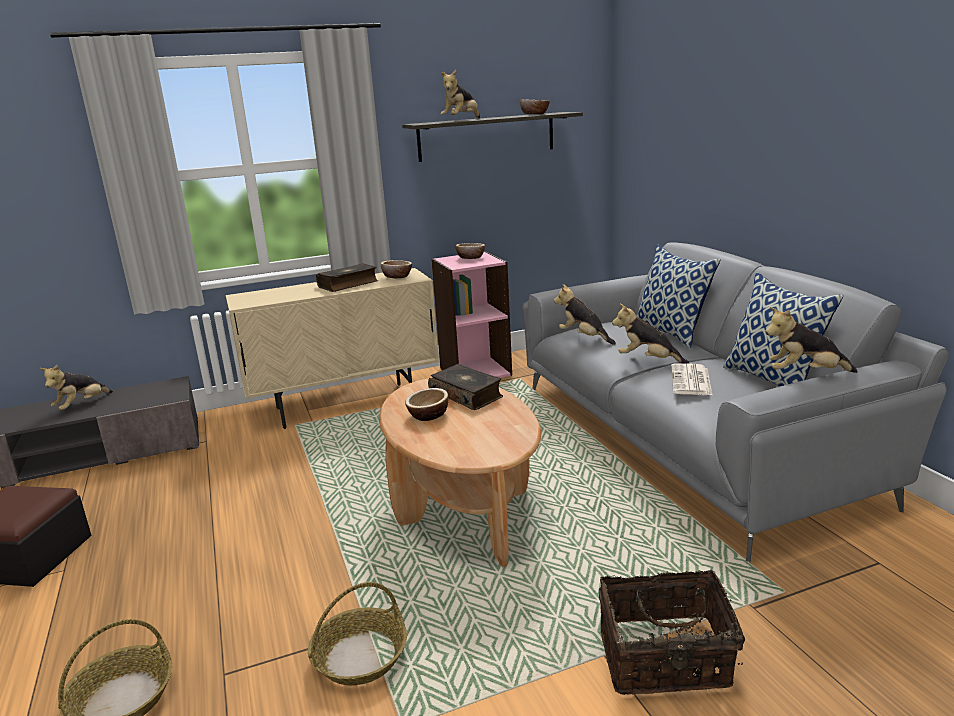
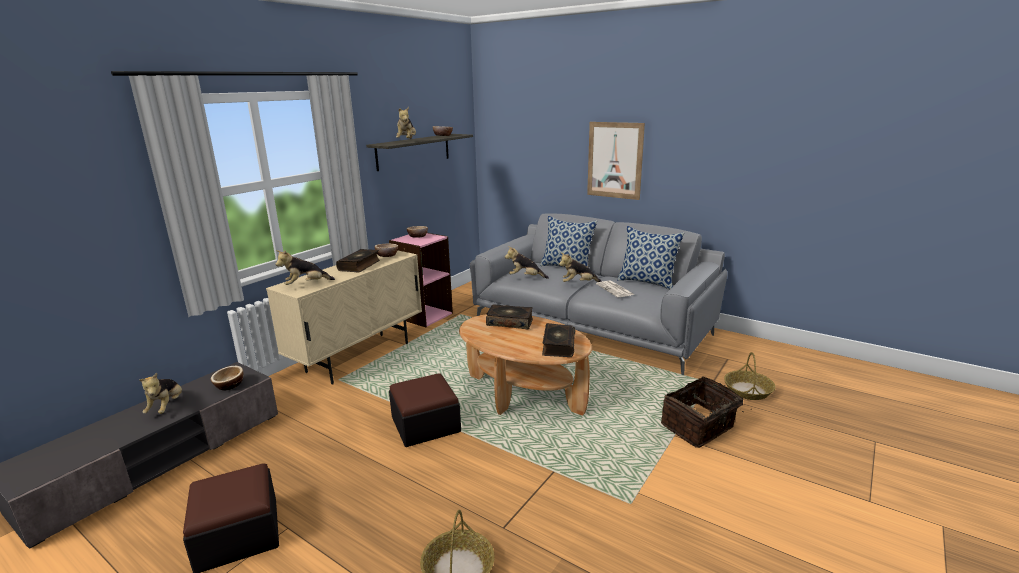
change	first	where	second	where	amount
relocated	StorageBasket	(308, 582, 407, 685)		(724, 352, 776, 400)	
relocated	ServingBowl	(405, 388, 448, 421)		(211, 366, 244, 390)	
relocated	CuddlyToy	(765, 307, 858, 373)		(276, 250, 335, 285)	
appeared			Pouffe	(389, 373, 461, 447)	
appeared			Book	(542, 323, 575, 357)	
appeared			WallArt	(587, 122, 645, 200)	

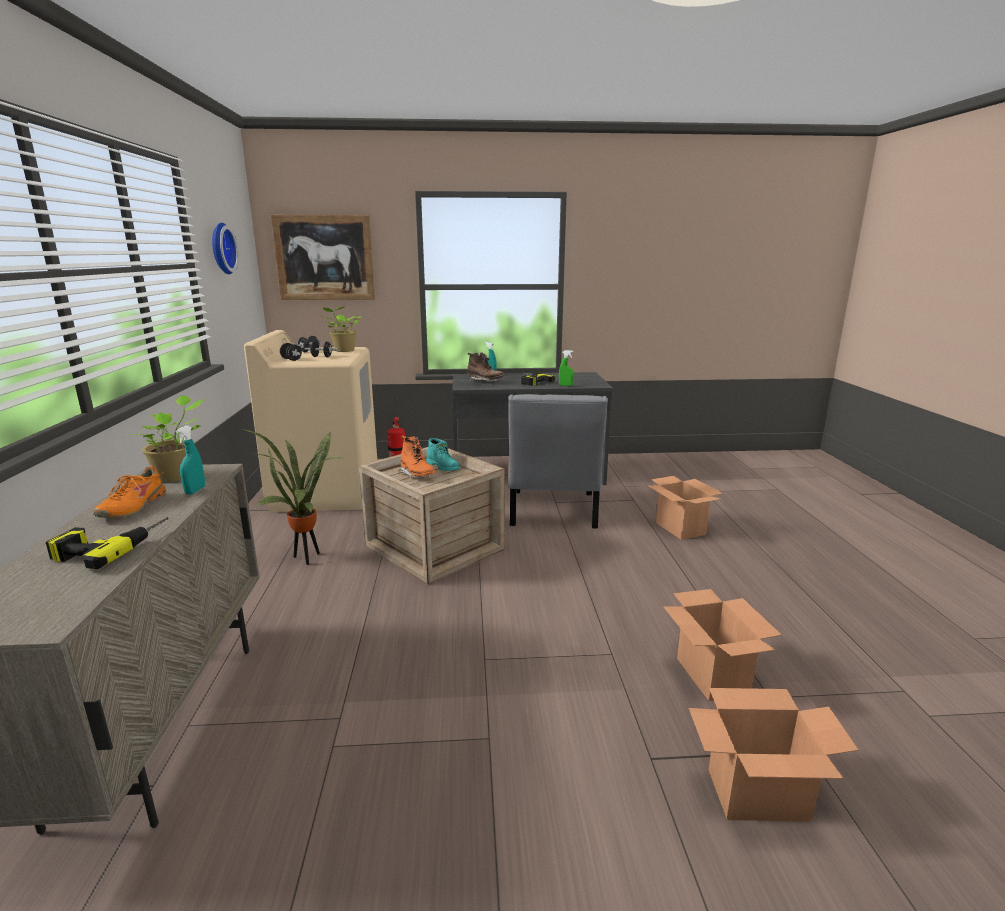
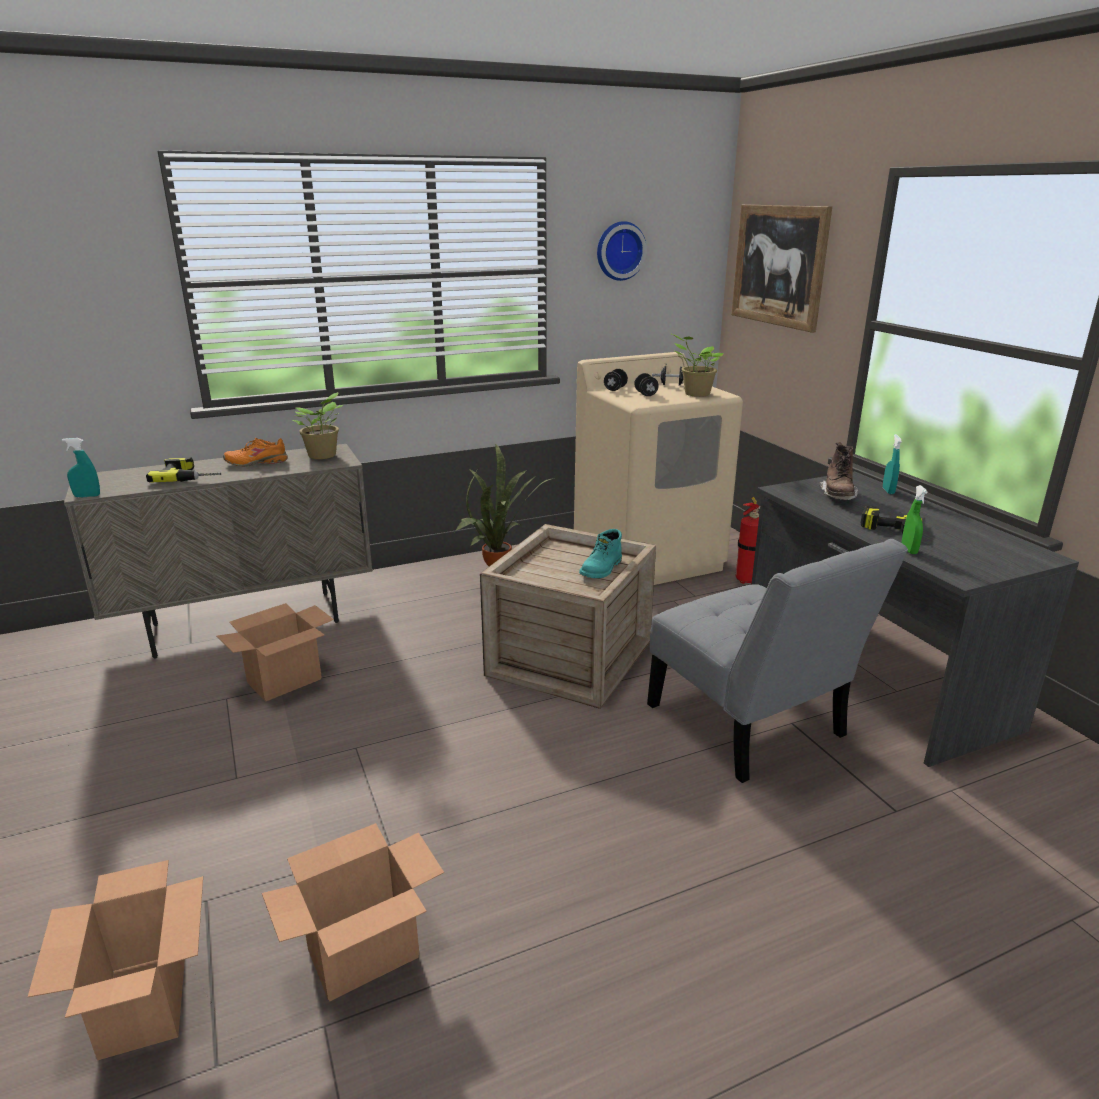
change	first	where	second	where	amount
relocated	TurquoiseColouredHandSprayer	(176, 426, 205, 495)		(62, 438, 100, 497)	
missing	OrangeBoot	(399, 435, 435, 478)			
spun	GrayPlainChair	(508, 394, 608, 529)		(647, 539, 908, 783)	105 degrees counterclockwise
relocated	CardboardBox	(648, 476, 723, 540)		(217, 603, 334, 701)	

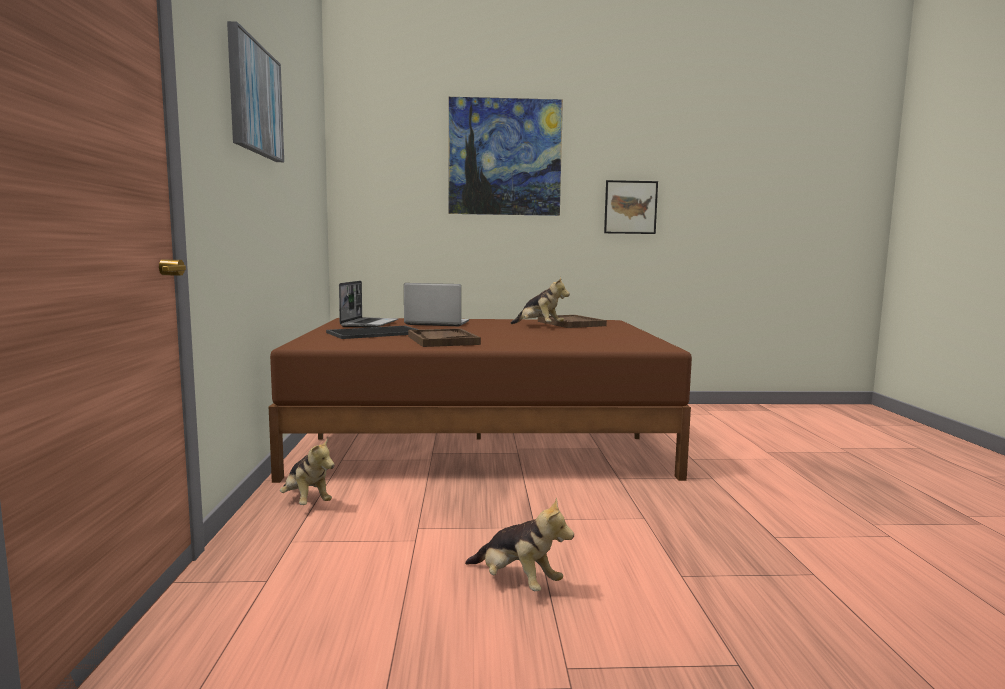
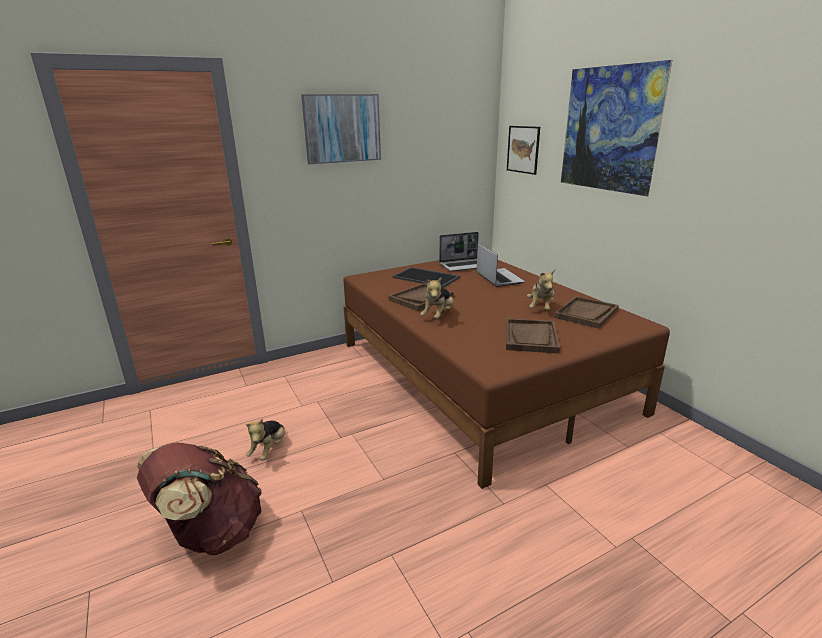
change	first	where	second	where	amount
relocated	CuddlyToy	(280, 438, 335, 505)		(420, 277, 454, 319)	
relocated	WallArt	(604, 180, 658, 234)		(507, 126, 540, 175)	
appeared			BrownColouredRucksack	(137, 442, 262, 555)	
appeared			BrownColouredTray	(506, 318, 560, 353)	

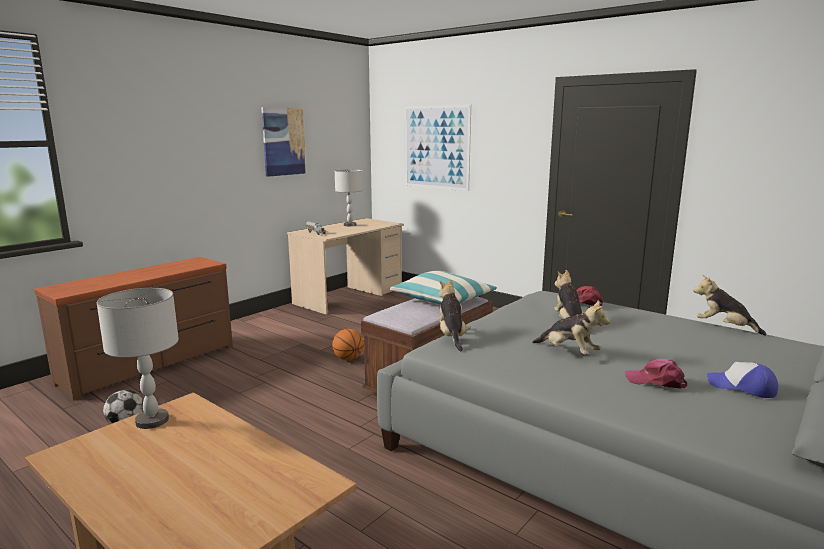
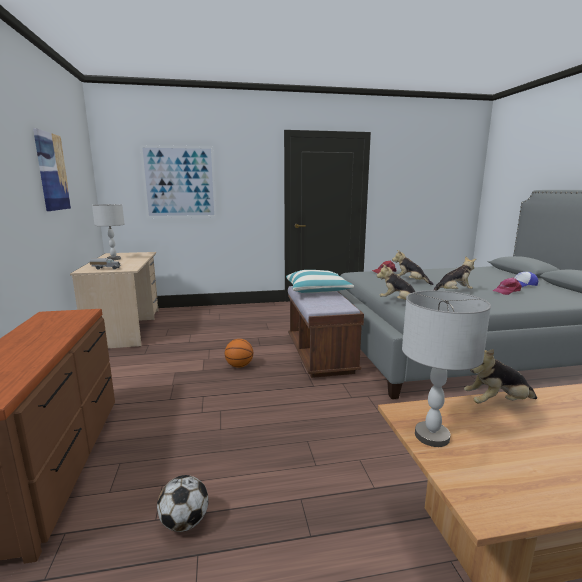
change	first	where	second	where	amount
relocated	CuddlyToy	(694, 275, 766, 336)		(464, 349, 537, 404)	

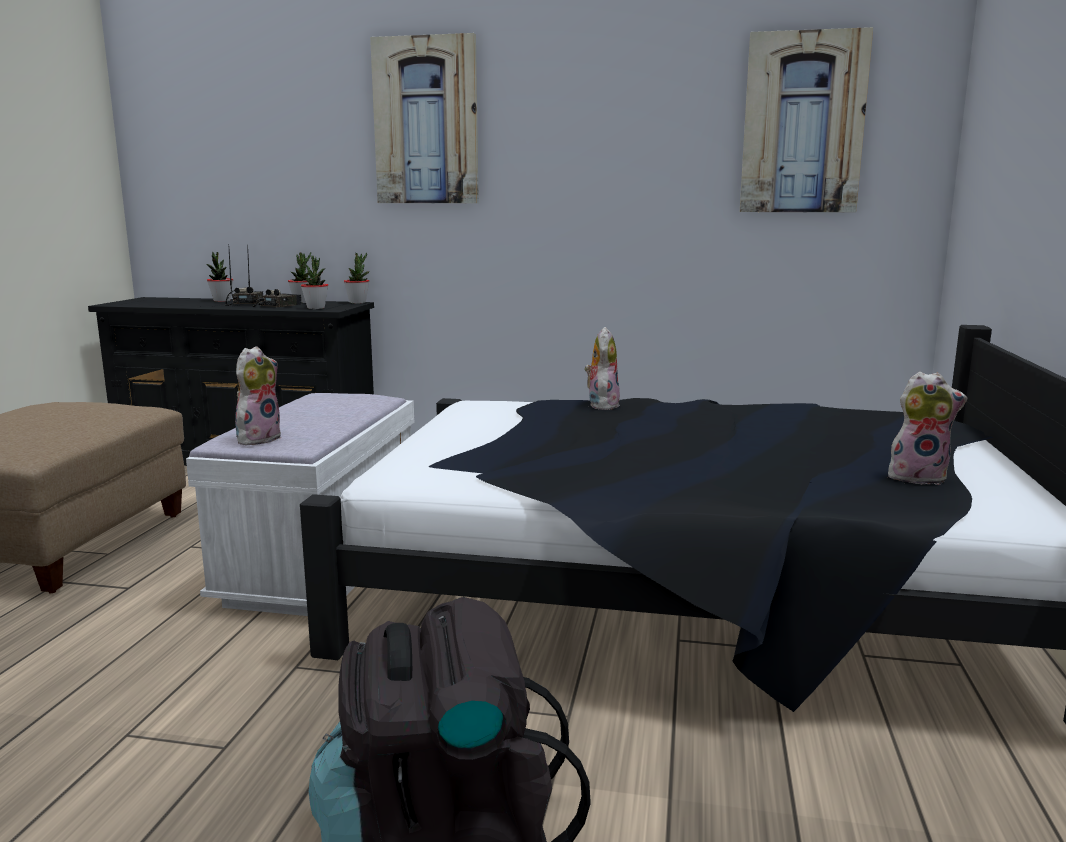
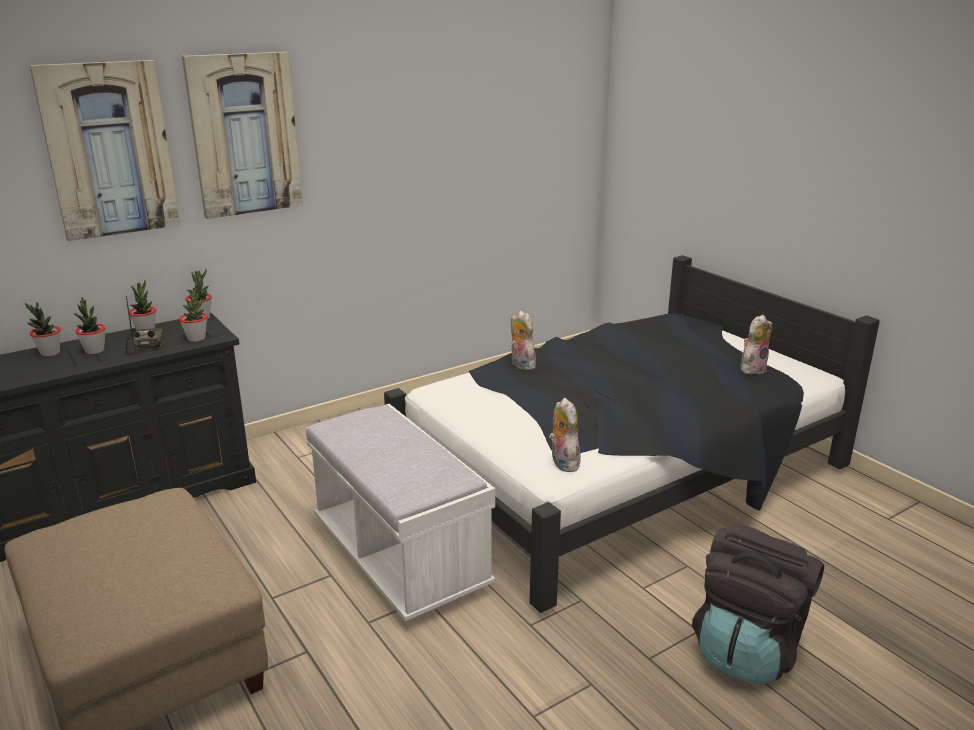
change	first	where	second	where	amount
exchanged	RadioReceiver	(225, 244, 263, 306)	PlantInAPot	(73, 297, 106, 354)	
relocated	CuddlyToy	(235, 346, 281, 445)		(549, 398, 581, 472)	
relocated	WallArt	(740, 27, 873, 212)		(29, 60, 180, 241)	

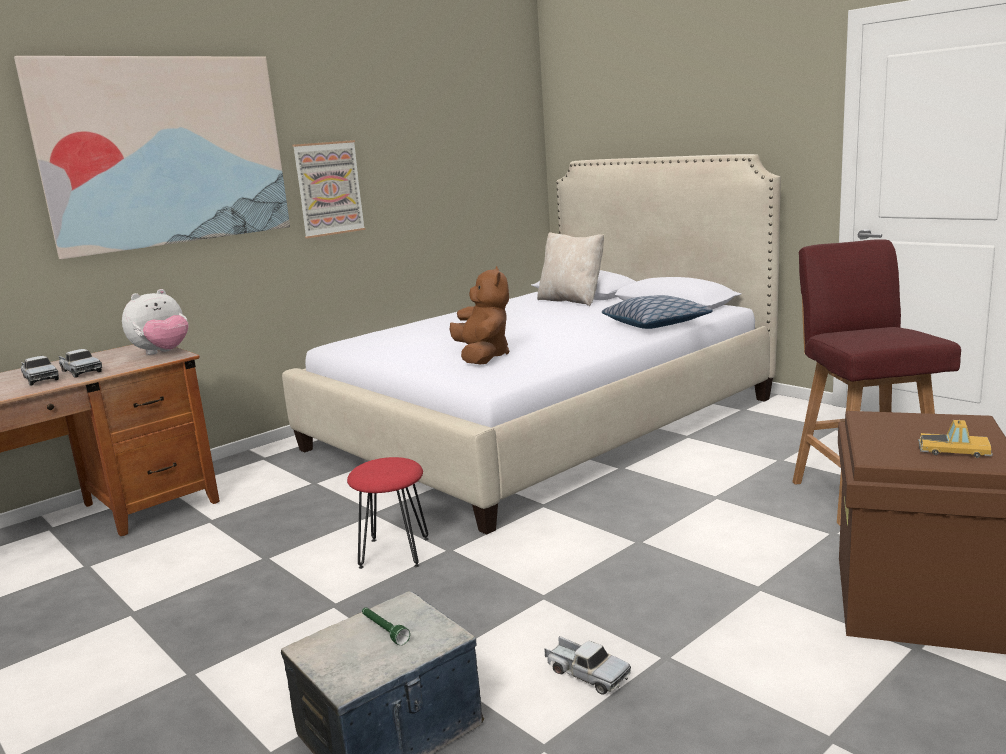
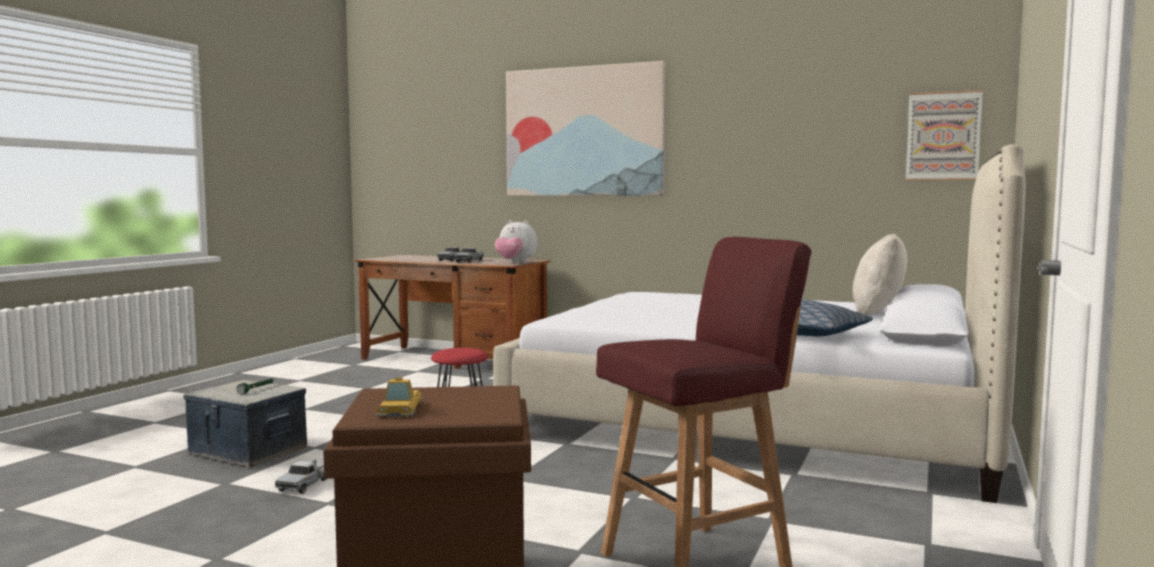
change	first	where	second	where	amount
relocated	WallArt	(293, 140, 365, 238)		(906, 90, 983, 181)	
missing	BrownColouredCuddlyToy	(450, 266, 510, 364)			

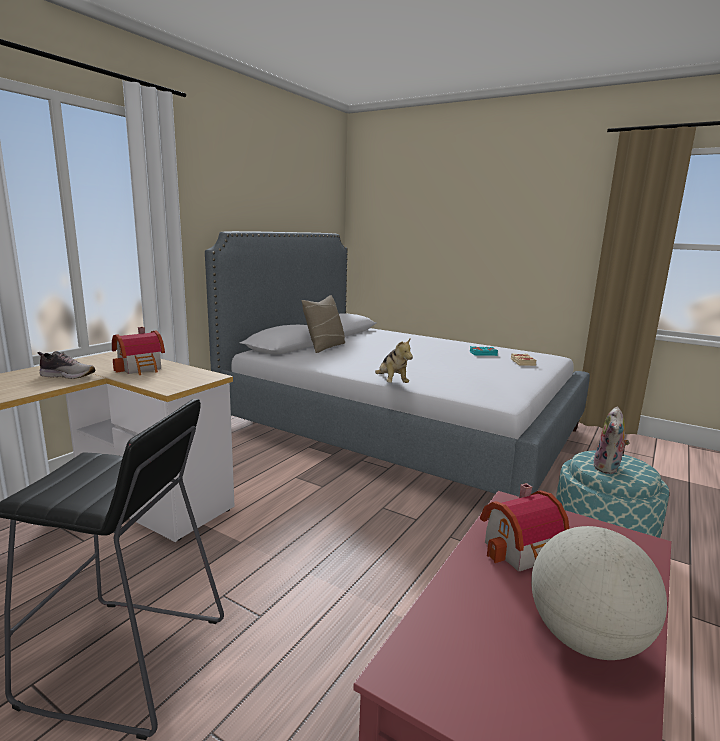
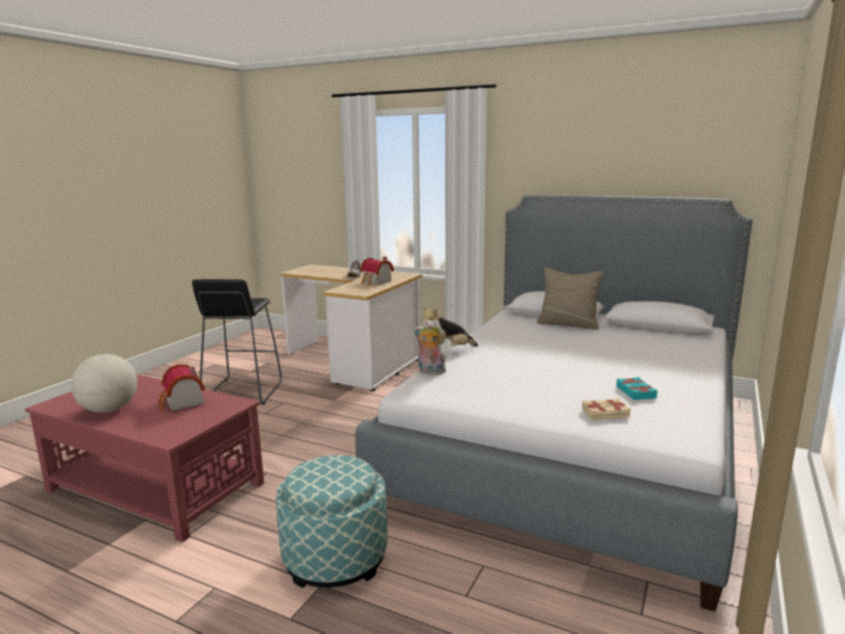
change	first	where	second	where	amount
relocated	CuddlyToy	(593, 407, 629, 474)		(414, 319, 446, 375)	

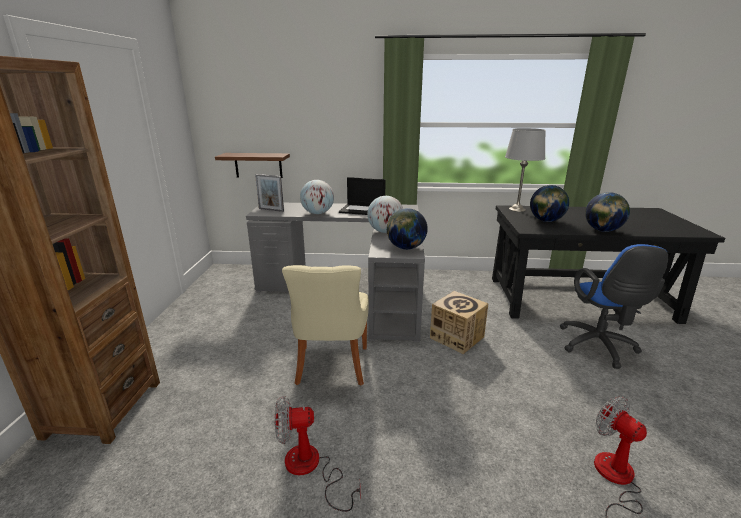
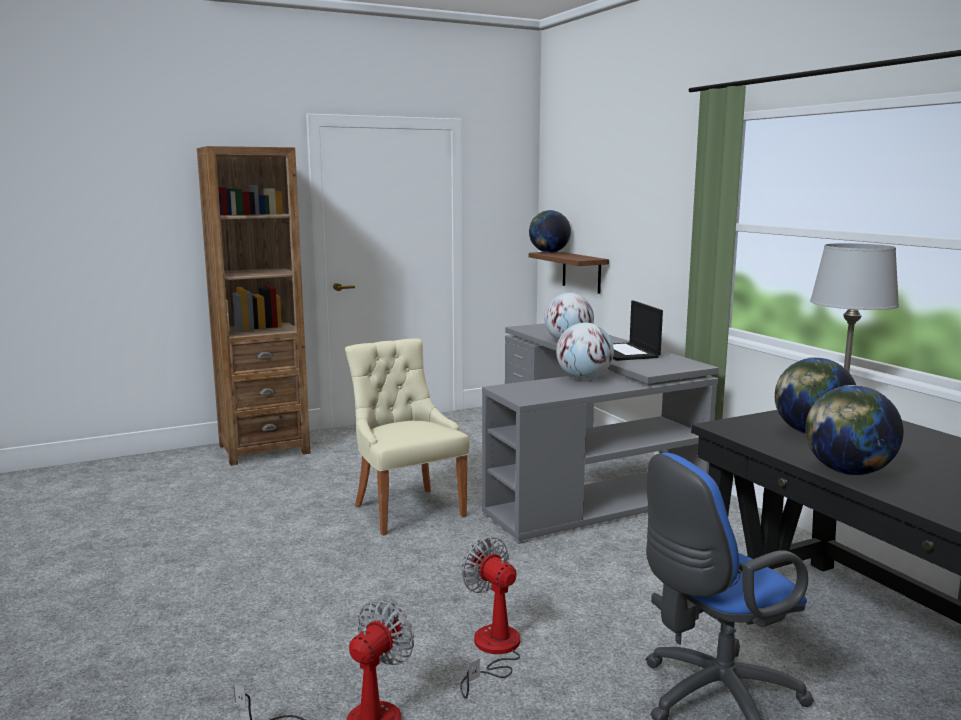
change	first	where	second	where	amount
missing	PhotoFrame	(255, 174, 284, 212)			
relocated	Fan	(274, 396, 361, 512)		(460, 537, 520, 699)	
spun	SandColouredPlainChair	(282, 265, 369, 386)		(345, 338, 469, 536)	90 degrees clockwise
relocated	DeskGlobe	(387, 208, 428, 250)		(529, 210, 571, 253)	
missing	CardboardBox	(430, 291, 489, 354)			

